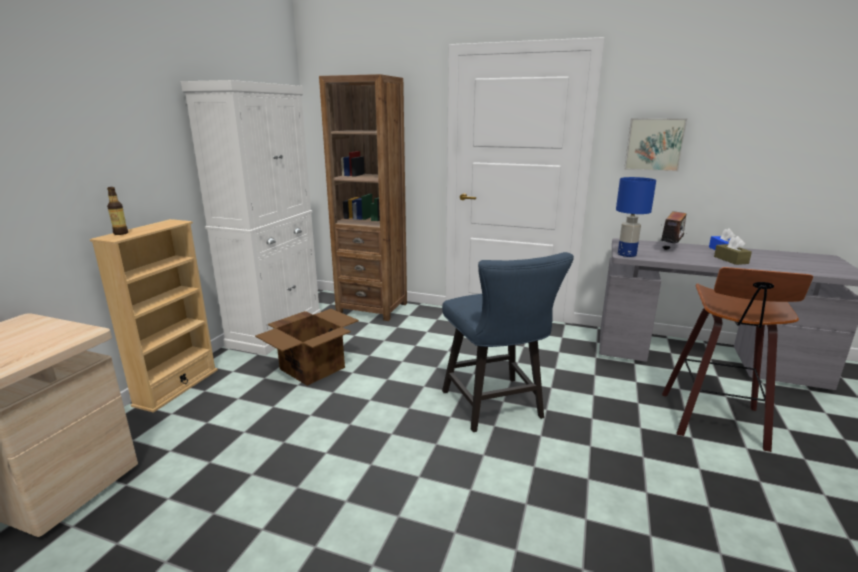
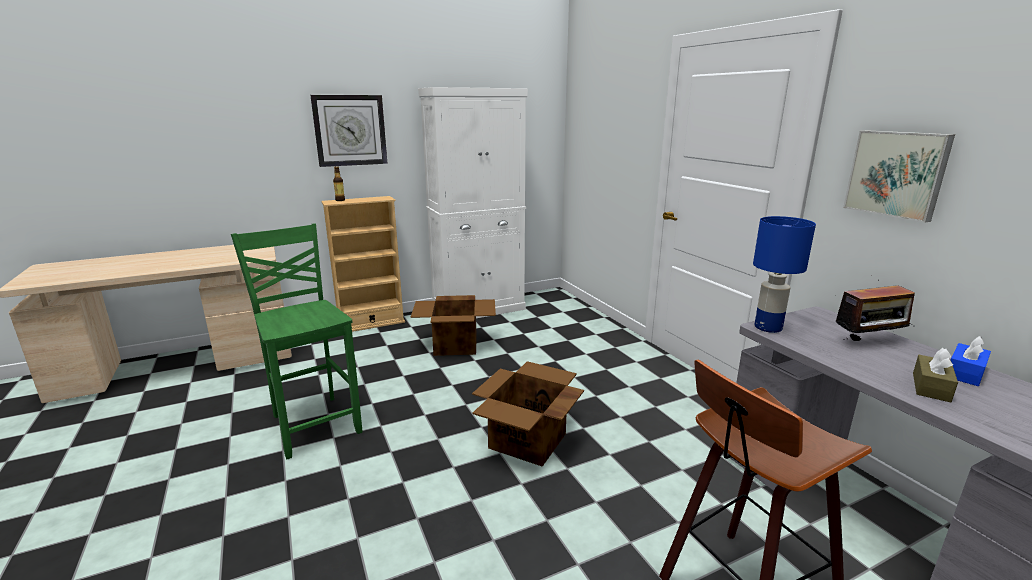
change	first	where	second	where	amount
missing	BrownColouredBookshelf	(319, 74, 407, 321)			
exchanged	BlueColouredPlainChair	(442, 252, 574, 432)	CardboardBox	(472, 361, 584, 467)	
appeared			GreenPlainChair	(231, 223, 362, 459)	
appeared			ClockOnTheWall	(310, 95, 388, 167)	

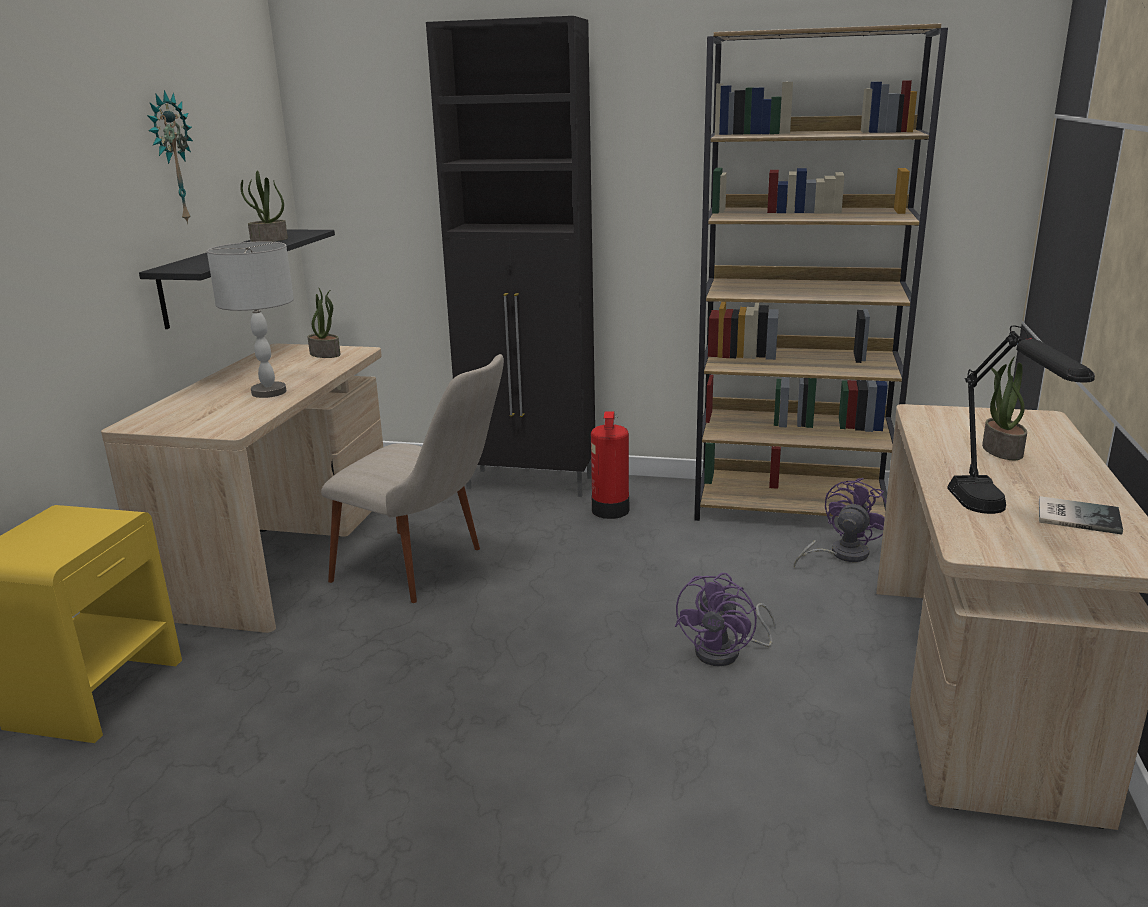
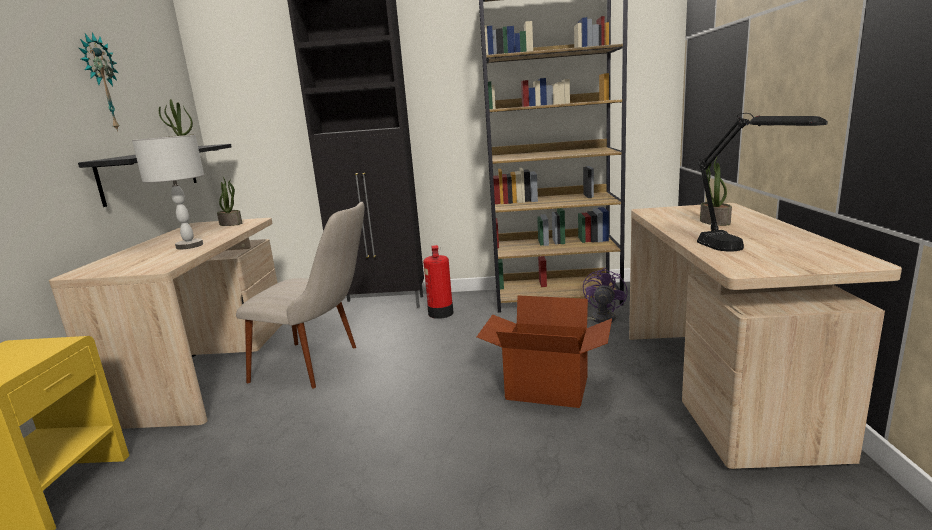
change	first	where	second	where	amount
exchanged	PurplishFan	(675, 573, 776, 666)	CardboardBox	(476, 295, 612, 408)	
missing	Book	(1039, 496, 1123, 535)			

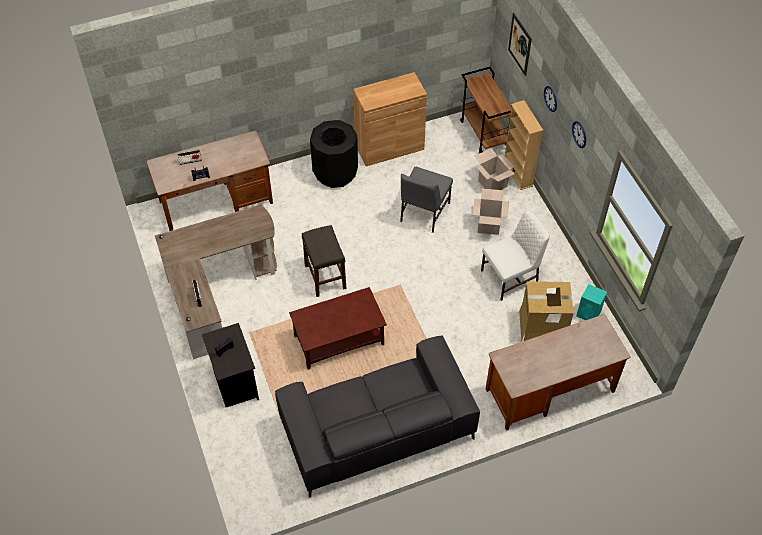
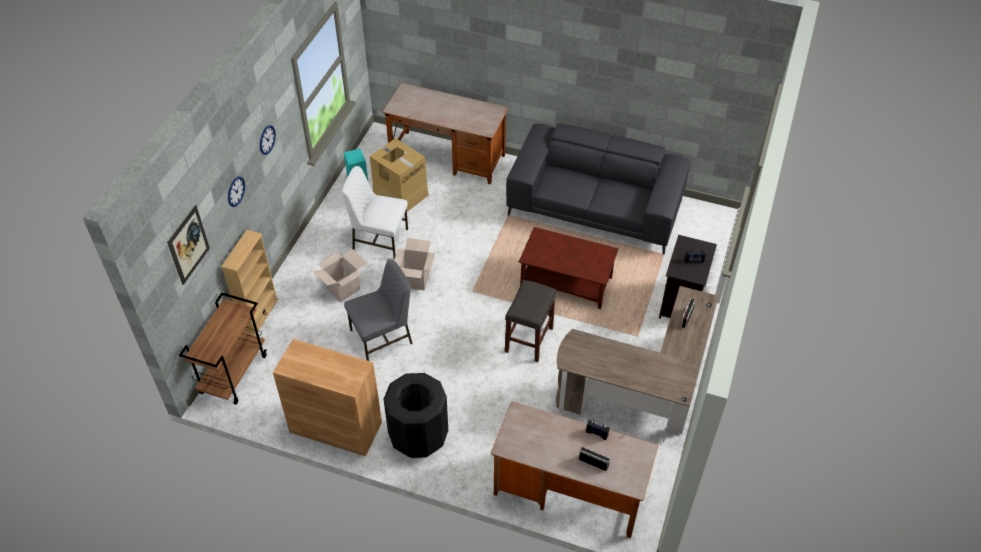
change	first	where	second	where	amount
relocated	CardboardBox	(475, 148, 516, 190)		(394, 238, 435, 290)	

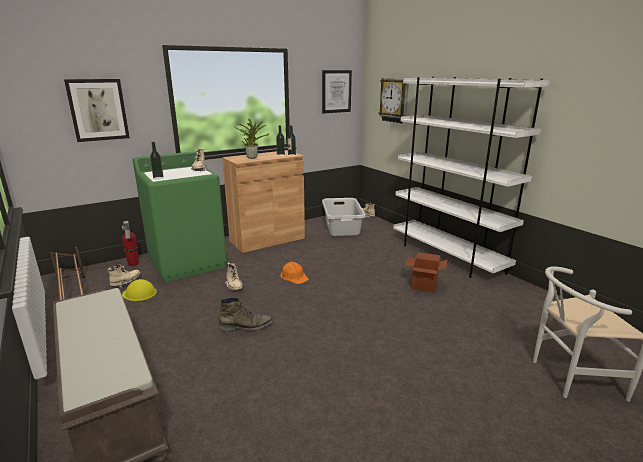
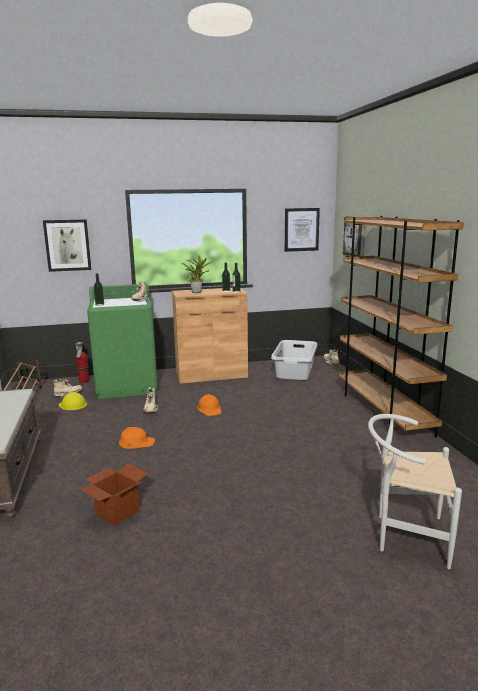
change	first	where	second	where	amount
exchanged	GreenBoot	(219, 297, 273, 332)	OrangeWorkHelmet	(119, 427, 155, 449)	
colour	WhiteBookshelf	(393, 77, 550, 278)	BrownColouredBookshelf	(338, 216, 464, 438)	
relocated	CardboardBox	(405, 252, 447, 292)		(79, 464, 148, 526)	

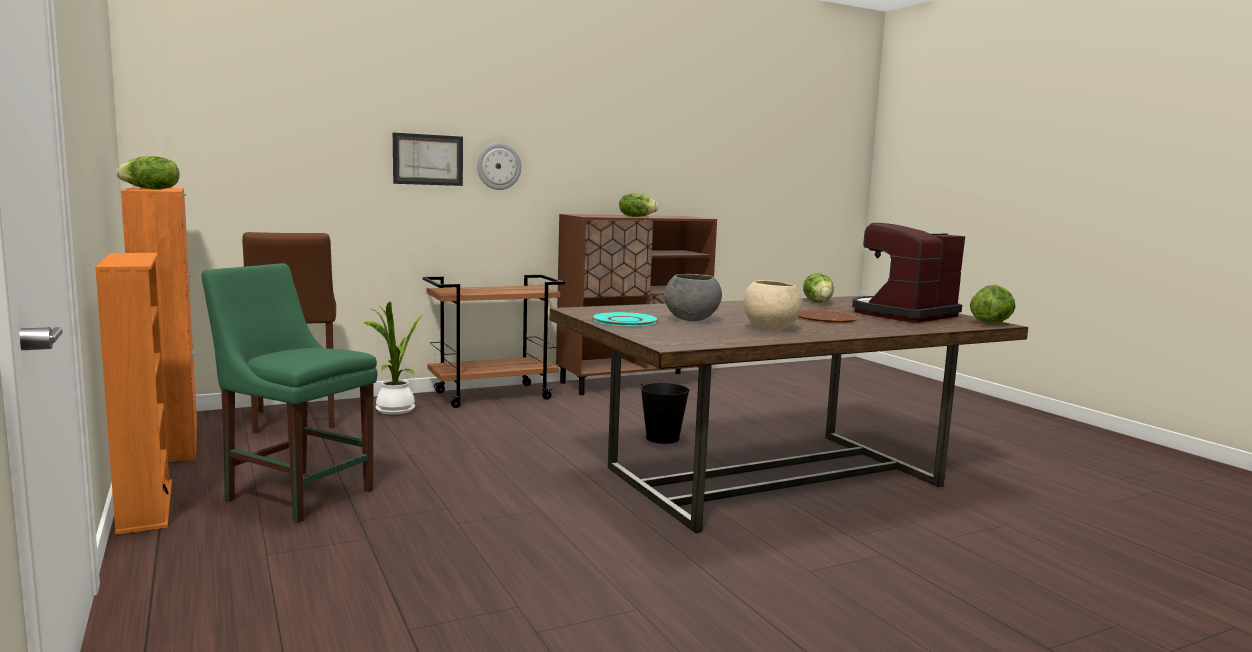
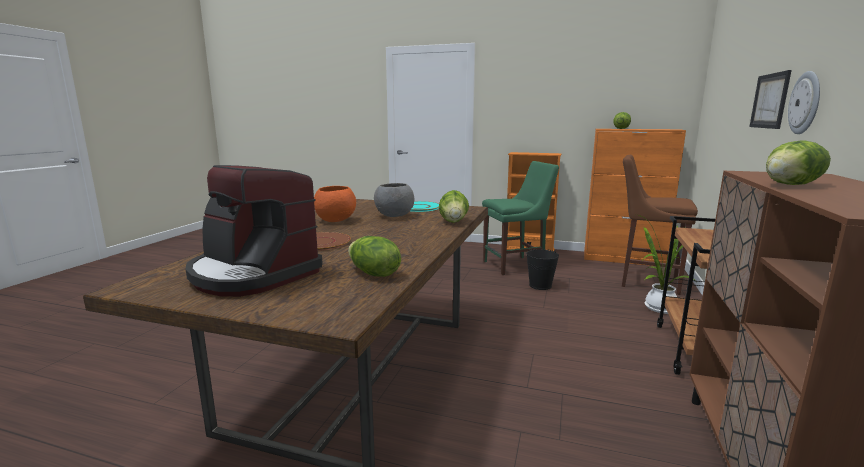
change	first	where	second	where	amount
relocated	BlackBucket	(641, 383, 689, 444)		(526, 249, 559, 290)	
colour	SandColouredServingBowl	(744, 280, 802, 330)	OrangeServingBowl	(314, 186, 356, 222)	
spun	CoffeeMachine	(852, 223, 965, 323)		(186, 165, 322, 297)	120 degrees clockwise
relocated	LettuceHead	(970, 285, 1016, 324)		(439, 190, 469, 223)	

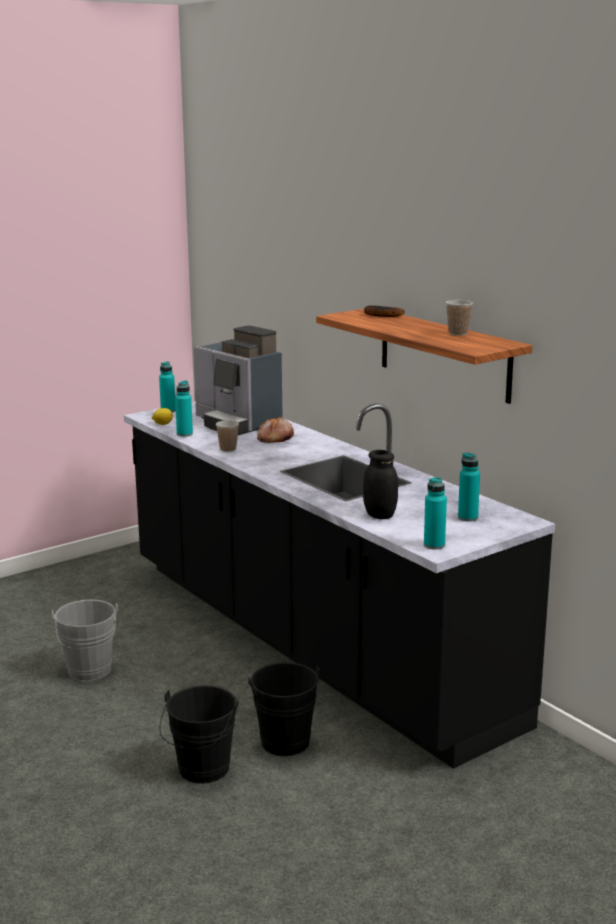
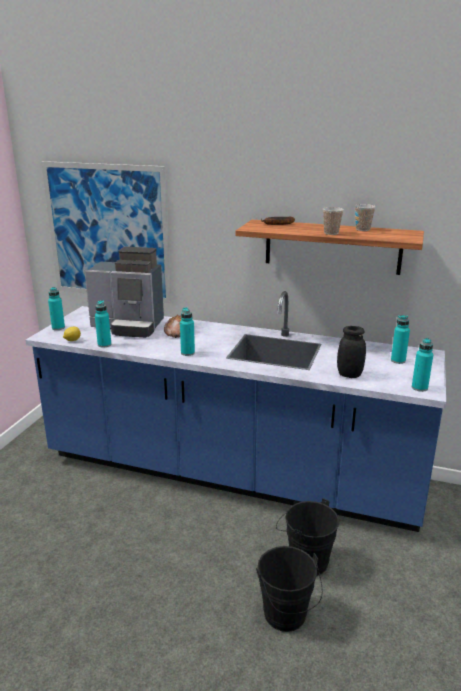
change	first	where	second	where	amount
missing	GrayBucket	(52, 599, 118, 681)			
colour	BlackKitchenCounter	(124, 402, 555, 769)	BlueColouredKitchenCounter	(25, 291, 446, 532)	
relocated	SmallCup	(216, 420, 239, 452)		(323, 207, 344, 235)	
appeared			WallArt	(41, 161, 172, 303)	
appeared			TurquoiseColouredDrinkBottle	(180, 307, 195, 356)	

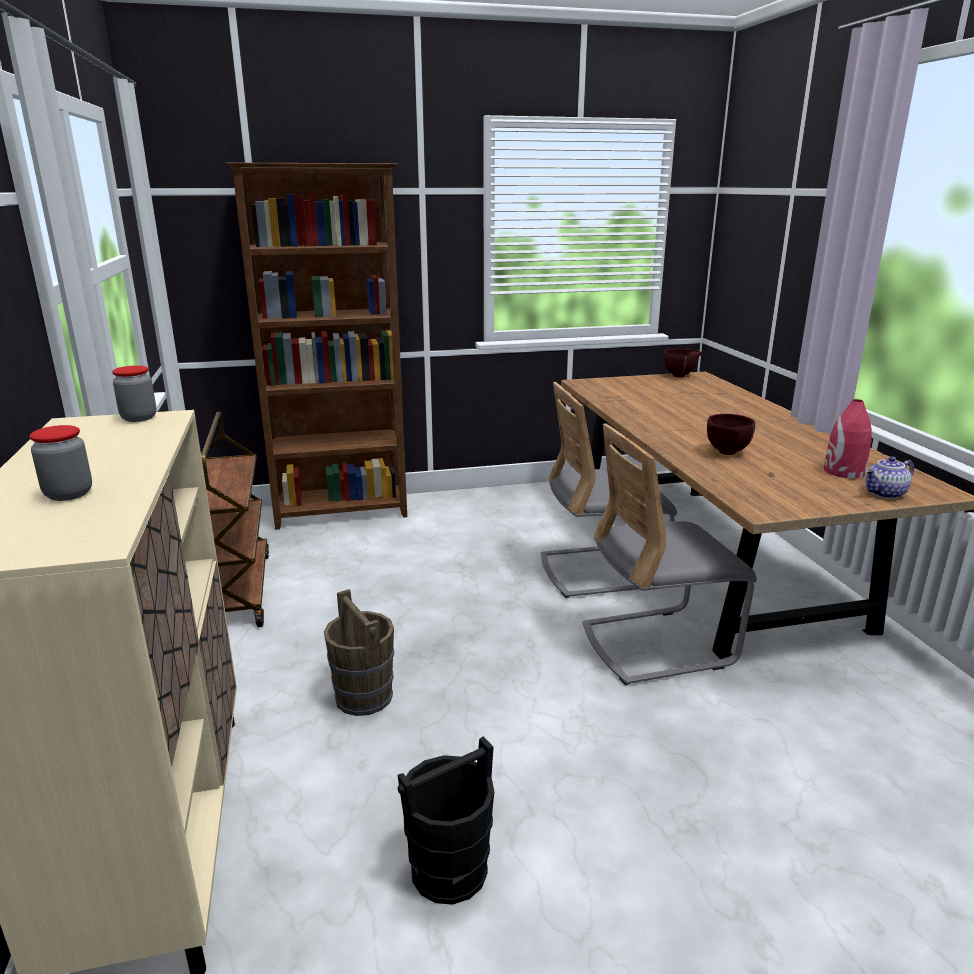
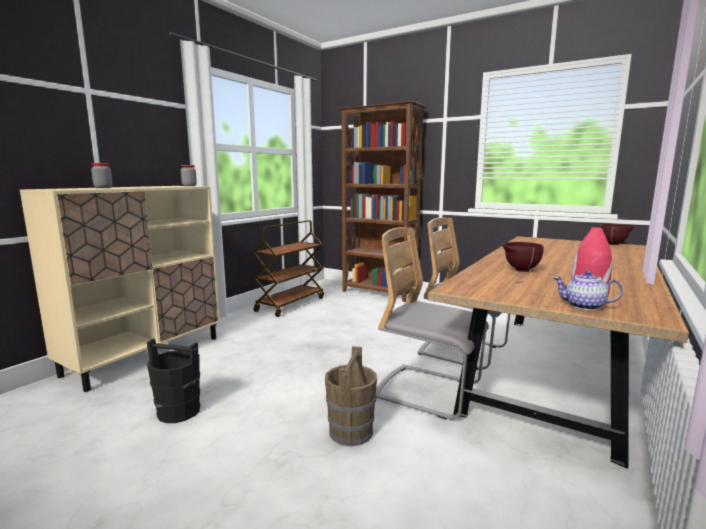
change	first	where	second	where	amount
relocated	BrownColouredBucket	(324, 589, 394, 716)		(325, 346, 377, 446)	

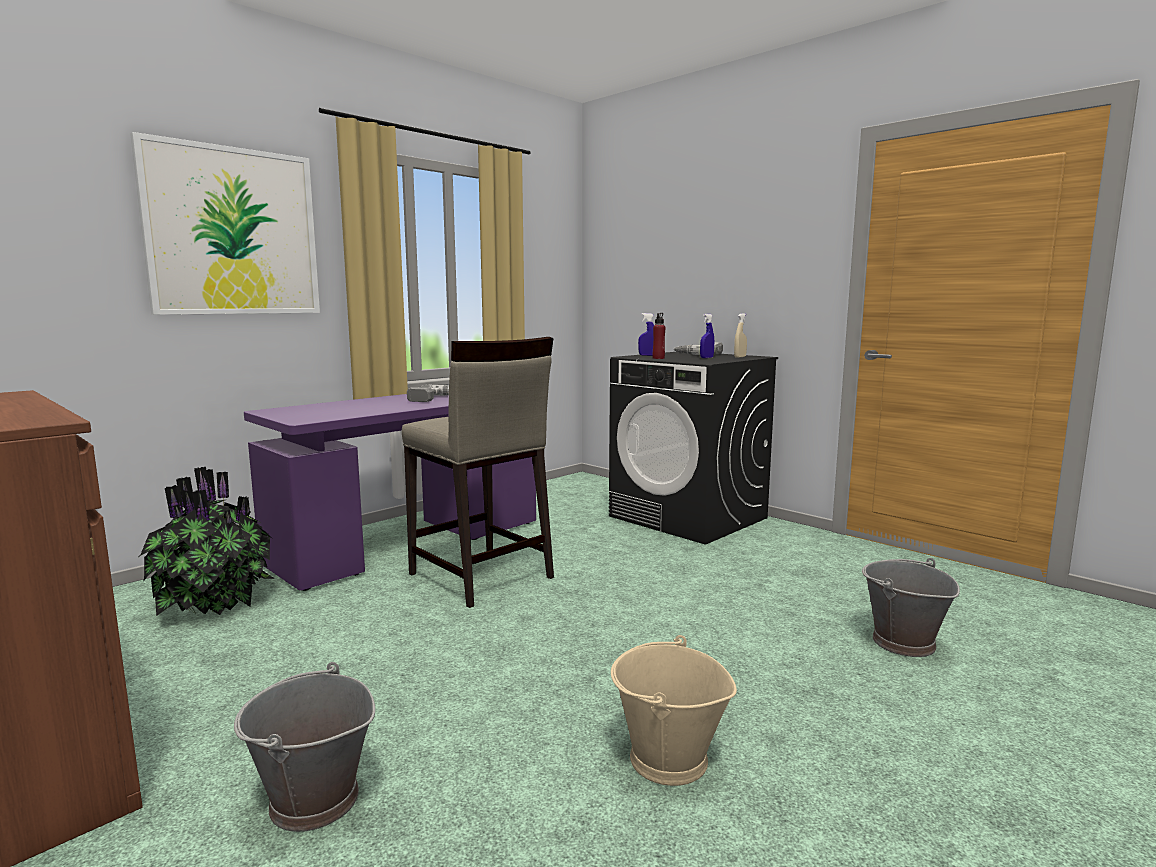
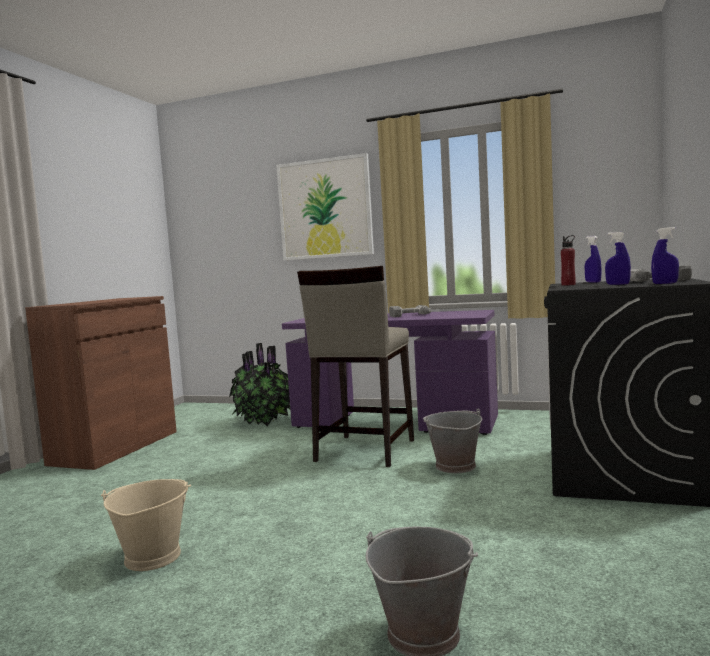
change	first	where	second	where	amount
relocated	GrayBucket	(234, 662, 375, 832)		(423, 409, 482, 473)	
colour	SandColouredHandSprayer	(734, 313, 747, 358)	BlueColouredHandSprayer	(651, 227, 679, 284)	

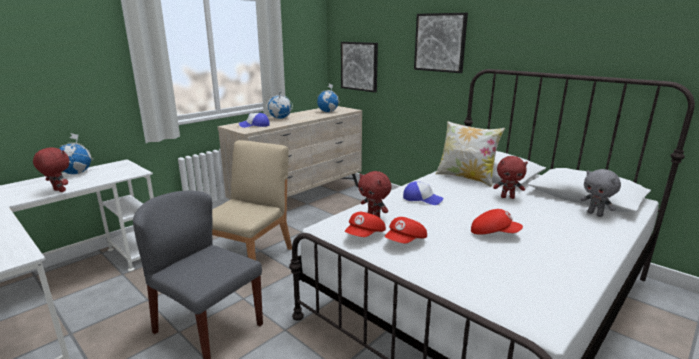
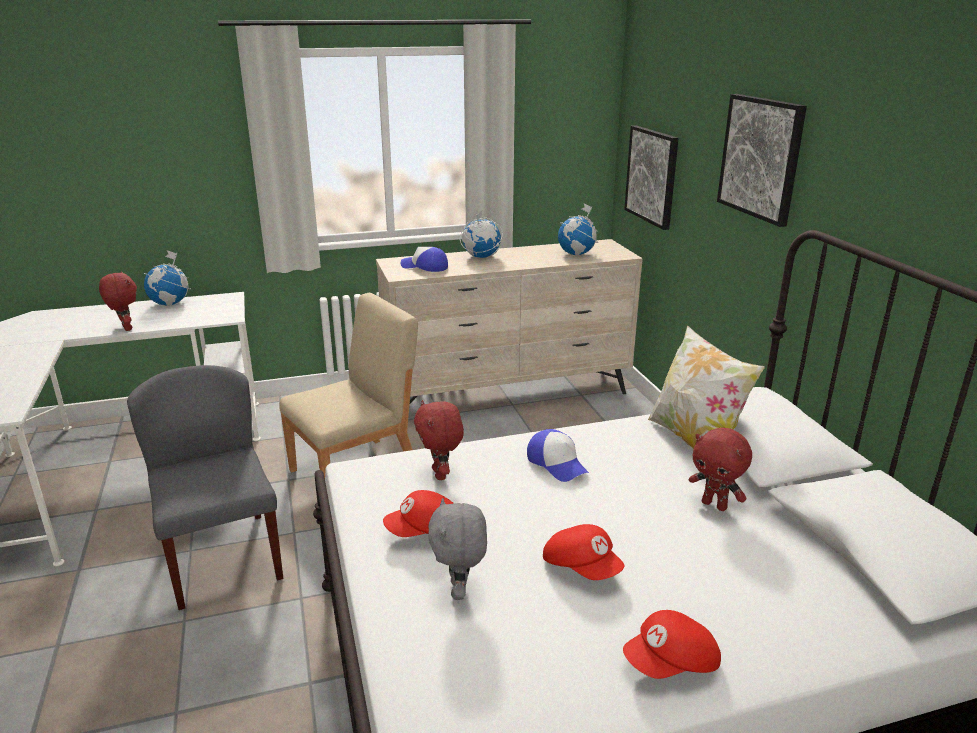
change	first	where	second	where	amount
relocated	RedPeakedCap	(345, 212, 386, 237)		(623, 610, 721, 679)	
relocated	GrayCuddlyToy	(580, 169, 621, 217)		(428, 498, 487, 600)	

